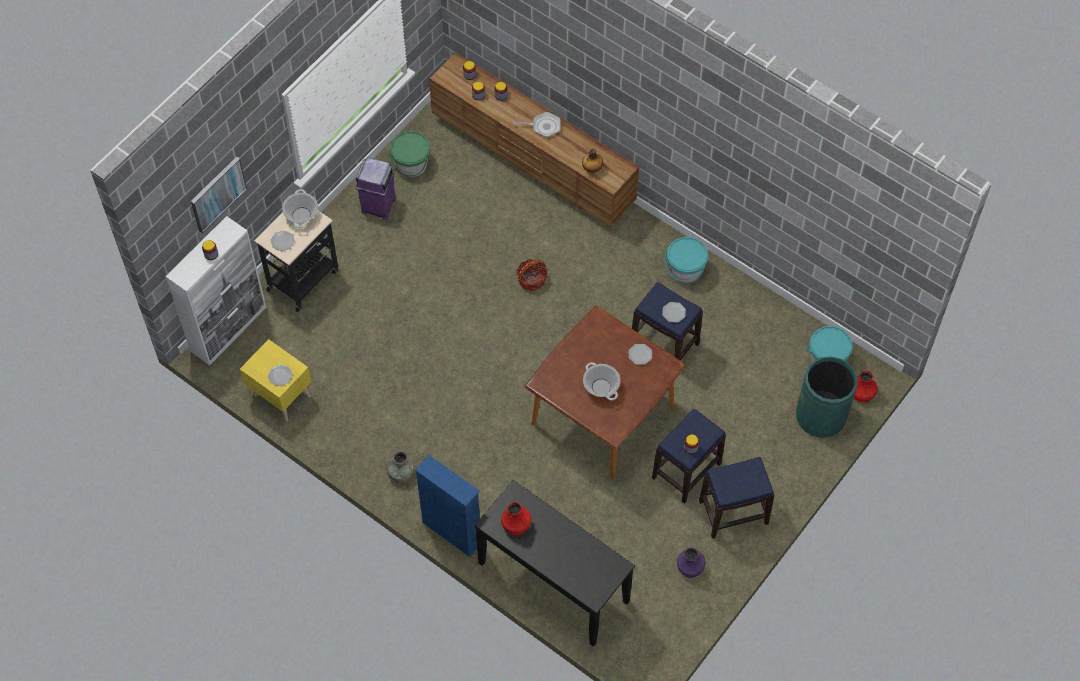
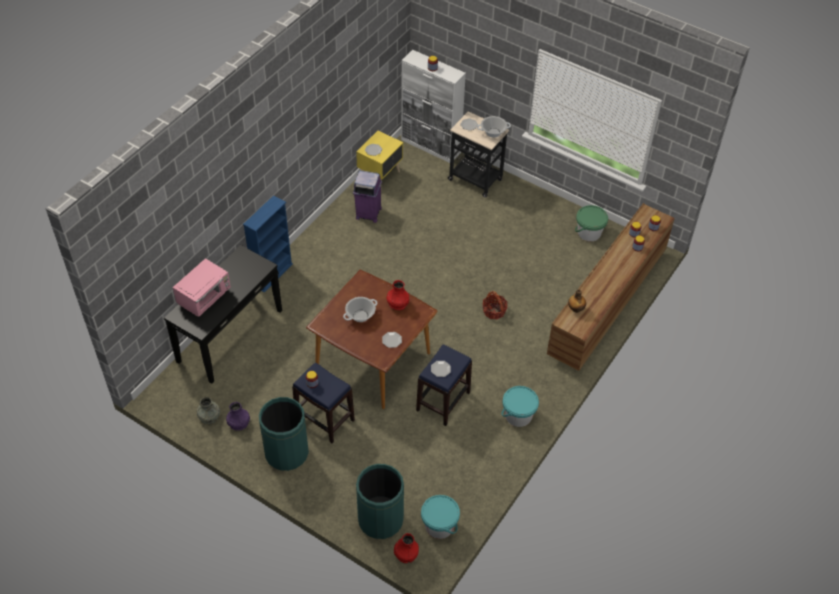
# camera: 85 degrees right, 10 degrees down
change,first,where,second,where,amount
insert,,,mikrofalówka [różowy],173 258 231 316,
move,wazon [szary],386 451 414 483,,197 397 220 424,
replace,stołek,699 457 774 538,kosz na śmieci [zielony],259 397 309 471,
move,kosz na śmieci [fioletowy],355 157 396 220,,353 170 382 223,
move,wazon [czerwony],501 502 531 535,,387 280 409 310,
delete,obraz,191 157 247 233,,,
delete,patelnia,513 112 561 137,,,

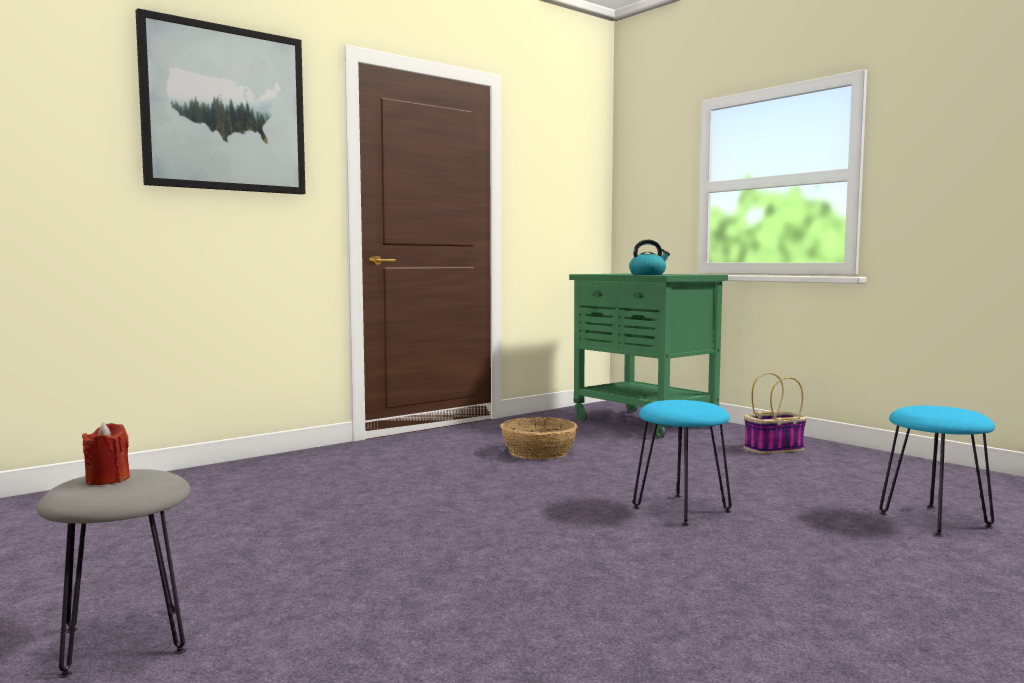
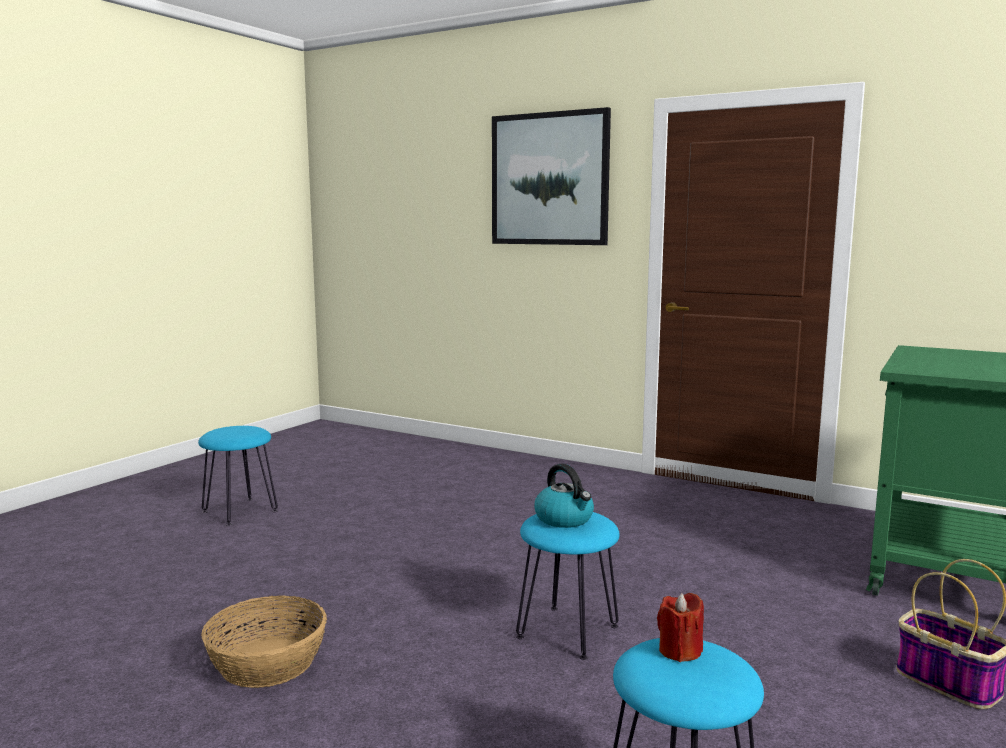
# camera: 70 degrees right, 5 degrees up
change,first,where,second,where,amount
recolor,stołek [szary],37 469 191 678,stołek [turkusowy],198 426 278 526,
move,koszyk,500 417 578 460,,201 595 327 688,
move,czajnik,629 240 670 275,,534 464 594 528,
move,świeca [czerwony],82 422 130 485,,657 593 704 662,

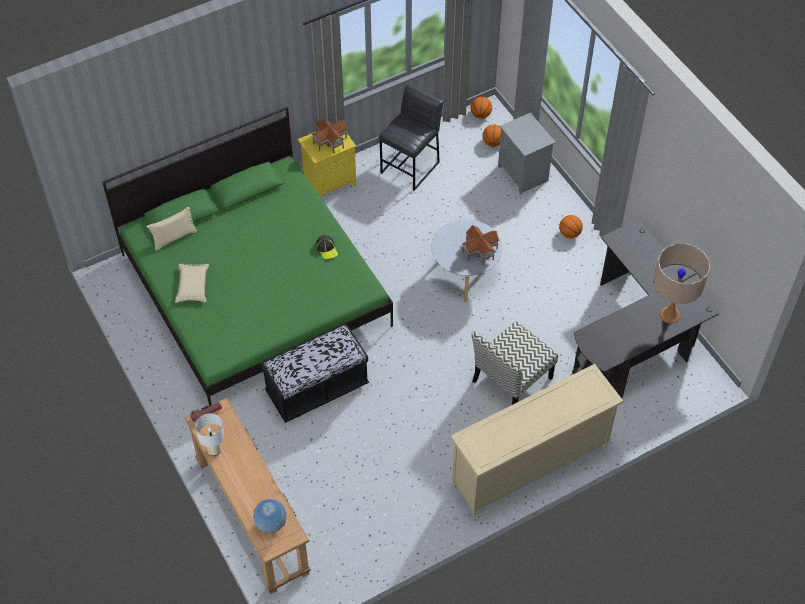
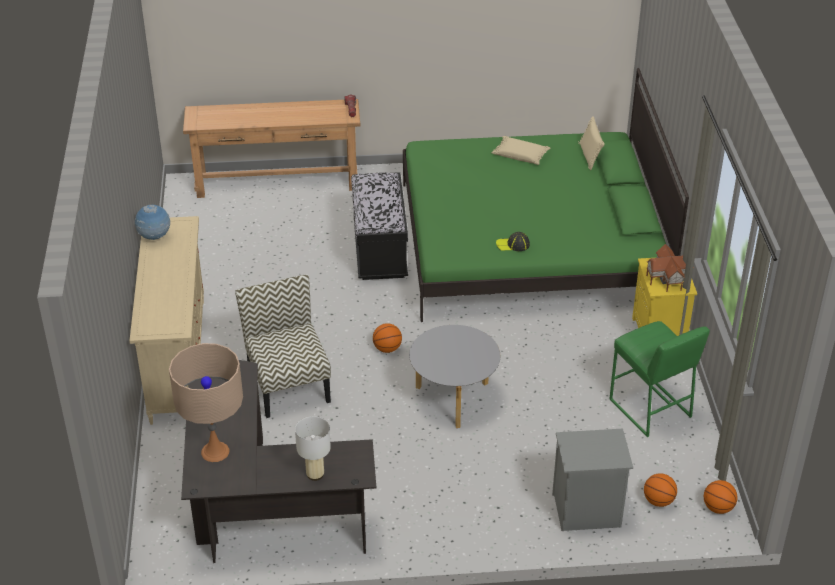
# camera: 115 degrees right, 15 degrees down
change,first,where,second,where,amount
move,globus,253 499 287 533,,135 205 170 240,
move,lampa stołowa [biały],195 413 224 456,,295 416 330 481,
move,piłka do koszykówki,559 215 583 238,,373 323 402 353,
recolor,stołek [szary],379 84 443 191,stołek [zielony],609 321 710 437,
delete,domek,462 225 499 265,,,

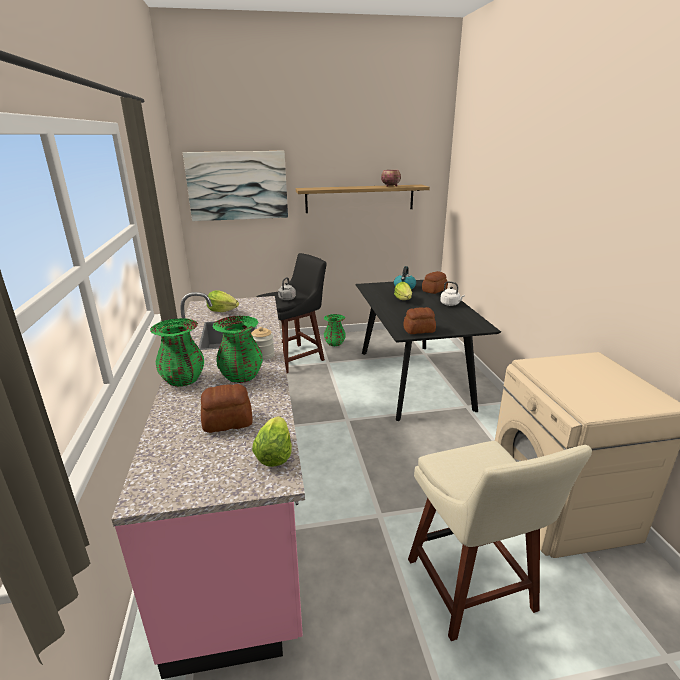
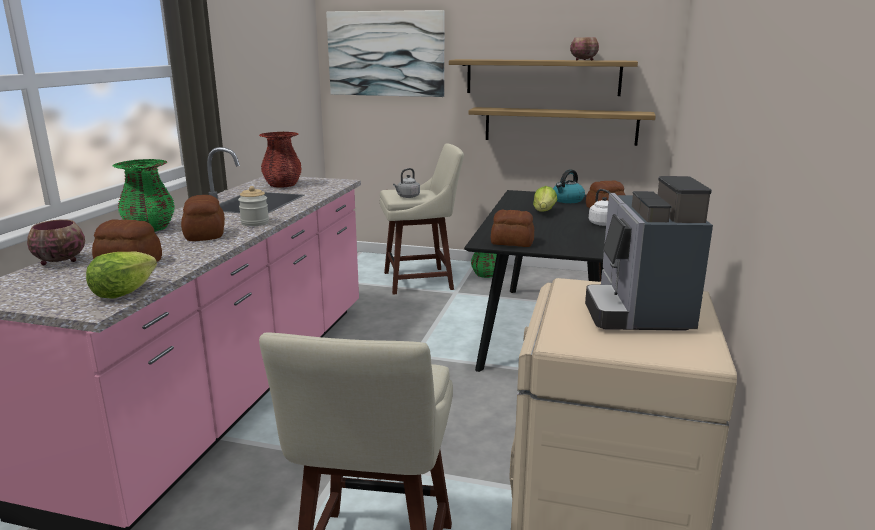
# camera: 25 degrees right, 5 degrees down
change,first,where,second,where,amount
insert,,,miska,27 219 85 265,
replace,wazon [zielony],212 316 263 383,chleb,181 195 225 241,
replace,sałata,206 290 239 312,wazon [czerwony],259 132 302 188,
recolor,stołek [czarny],256 253 326 373,stołek [beżowy],380 143 464 295,
insert,,,półka,468 107 656 146,
insert,,,ekspres do kawy,585 176 713 331,

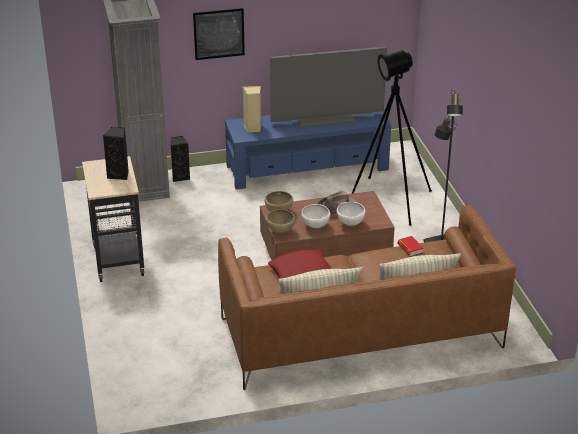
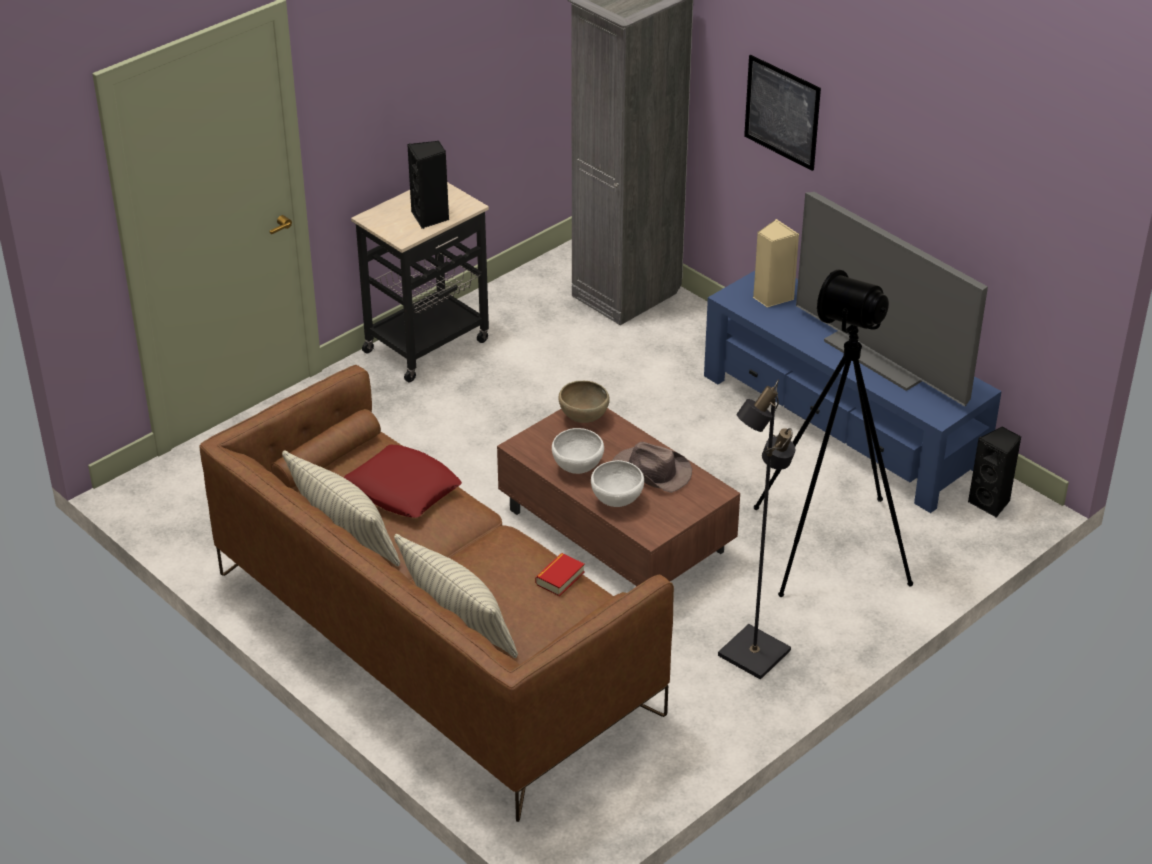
# camera: 60 degrees right, 5 degrees up
change,first,where,second,where,amount
move,głośnik [czarny],171 136 190 182,,968 426 1021 518,
delete,miska [brązowy],266 209 295 233,,,

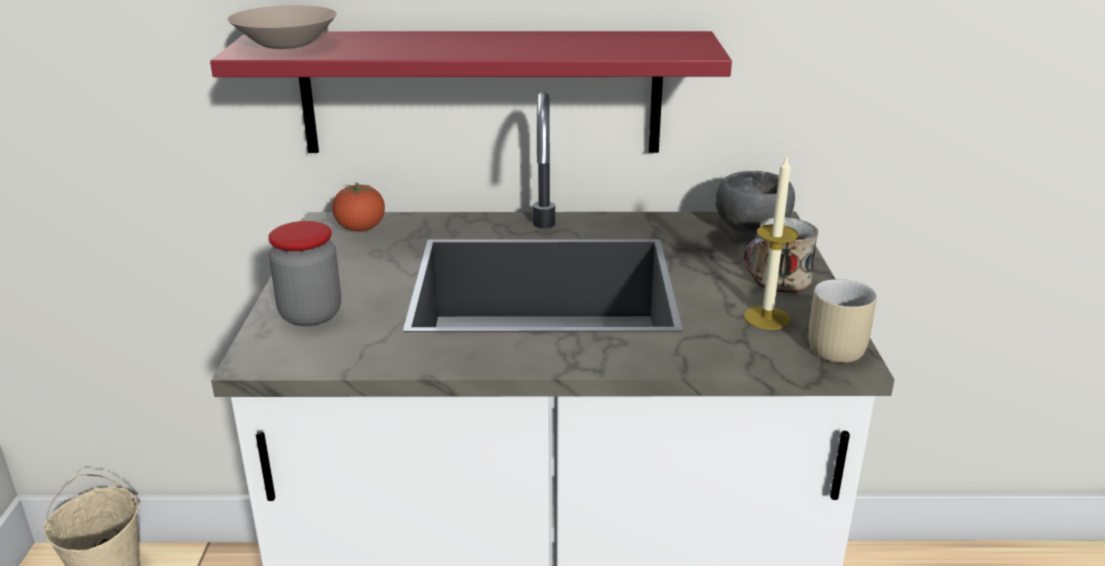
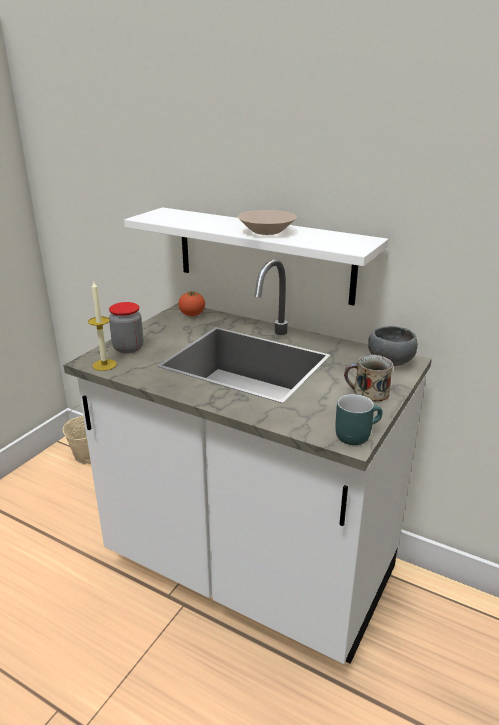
# camera: 30 degrees right, 0 degrees up
change,first,where,second,where,amount
move,świeca,744 154 798 330,,88 280 117 371,
recolor,półka [czerwony],210 31 732 153,półka [biały],124 207 388 306,
move,miska [beżowy],227 5 337 49,,238 210 297 235,
recolor,kubek [beżowy],808 279 877 363,kubek [turkusowy],335 394 383 445,

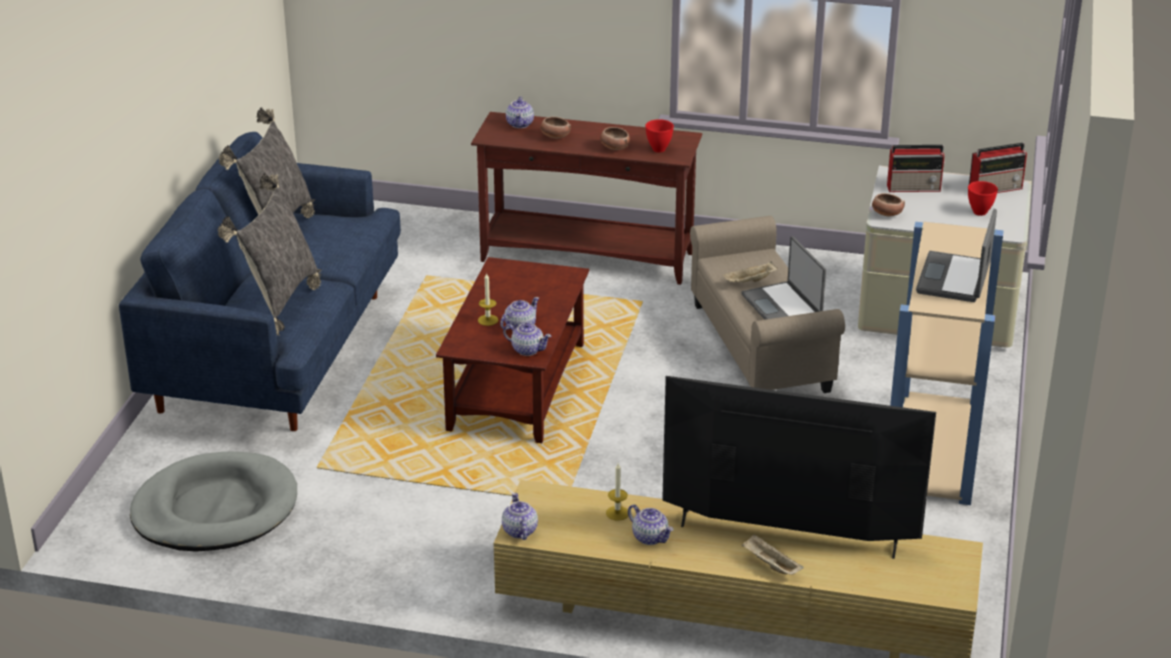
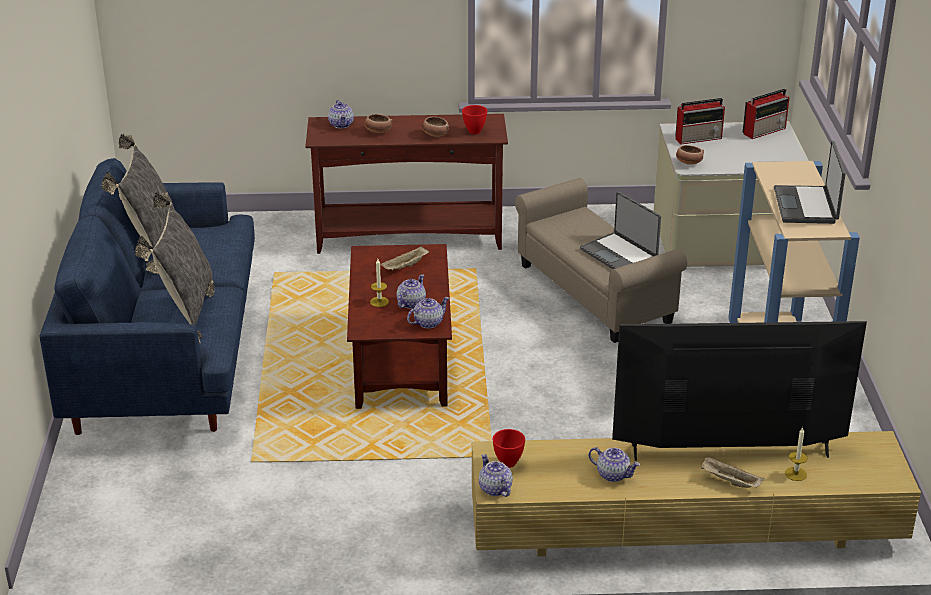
# camera: 15 degrees left, 0 degrees up
change,first,where,second,where,amount
move,taca [beżowy],723 261 778 283,,381 246 429 270,
rotate,imbryk,503 323 551 356,,407 297 449 328,45 degrees counterclockwise
move,miska [czerwony],968 181 998 216,,493 429 525 468,
move,świeca,606 463 628 521,,785 427 808 481,
delete,legowisko [szary],130 451 297 552,,,

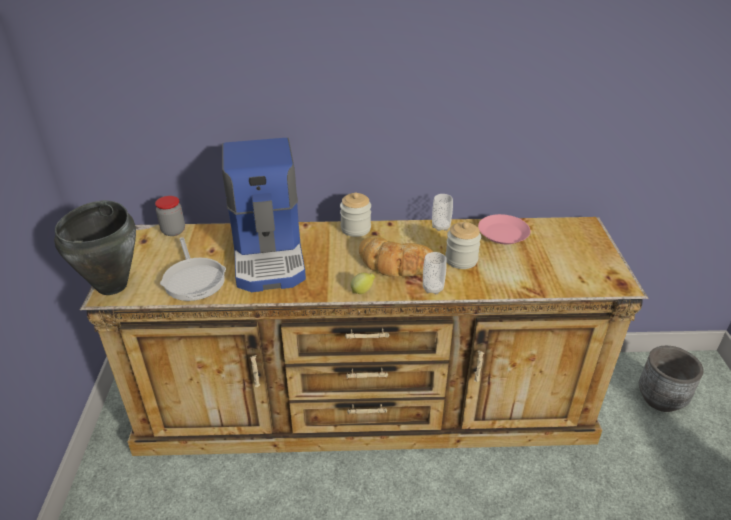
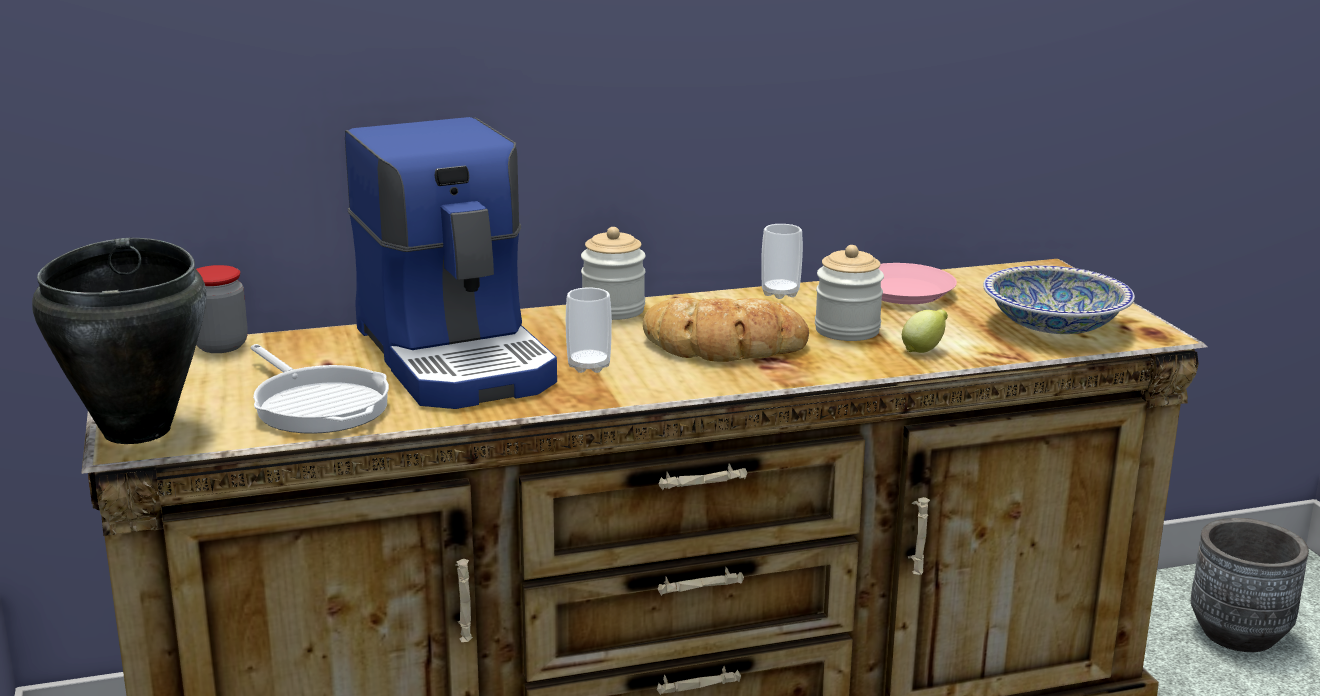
# camera: 15 degrees left, 15 degrees down
change,first,where,second,where,amount
move,filiżanka,423 252 447 294,,566 287 612 373,
move,cytryna,350 273 375 294,,902 309 948 353,
insert,,,miska,983 265 1135 334,

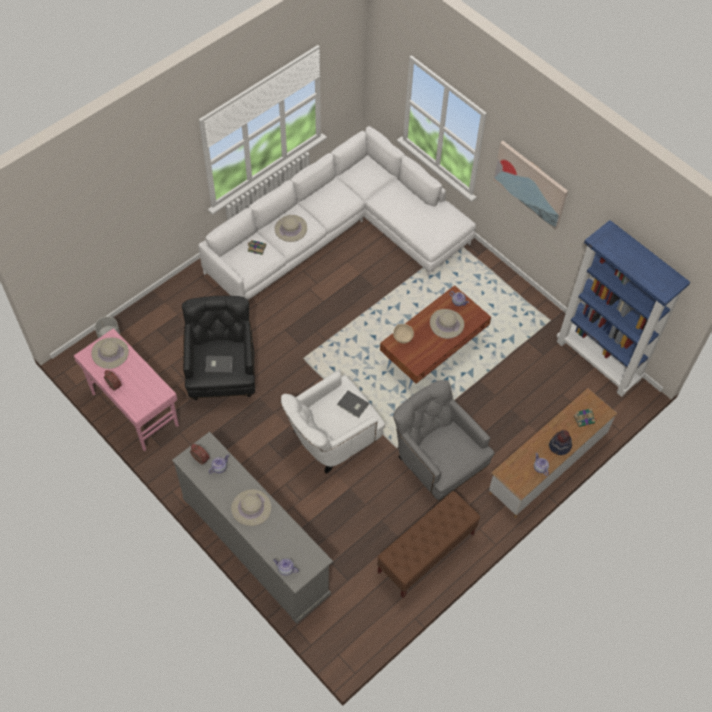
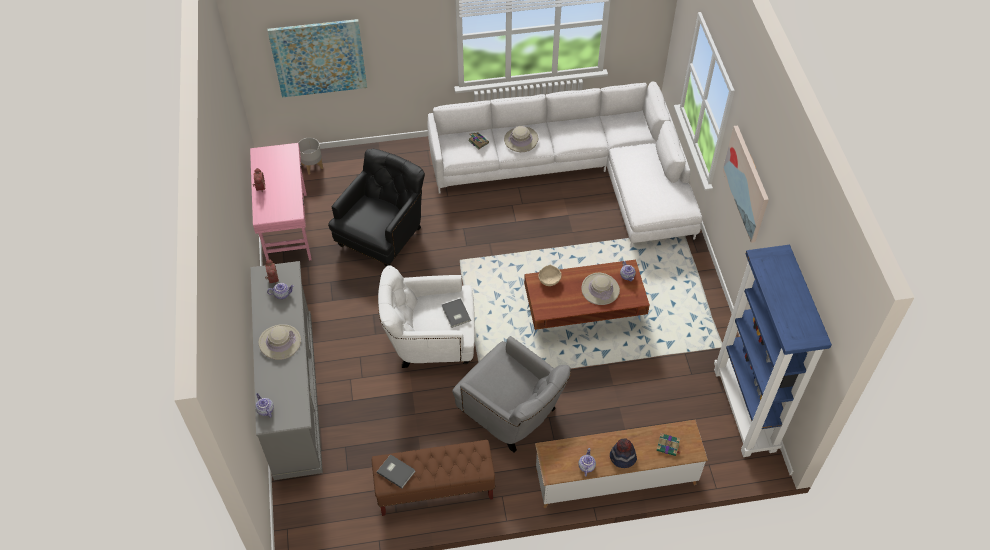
# camera: 35 degrees right, 5 degrees down
change,first,where,second,where,amount
insert,,,obraz,268 19 367 98,
move,książka [szary],205 356 233 374,,377 454 416 489,
rotate,fotel [szary],393 380 495 500,,452 336 571 452,135 degrees clockwise
delete,kapelusz [beżowy],91 338 129 369,,,

